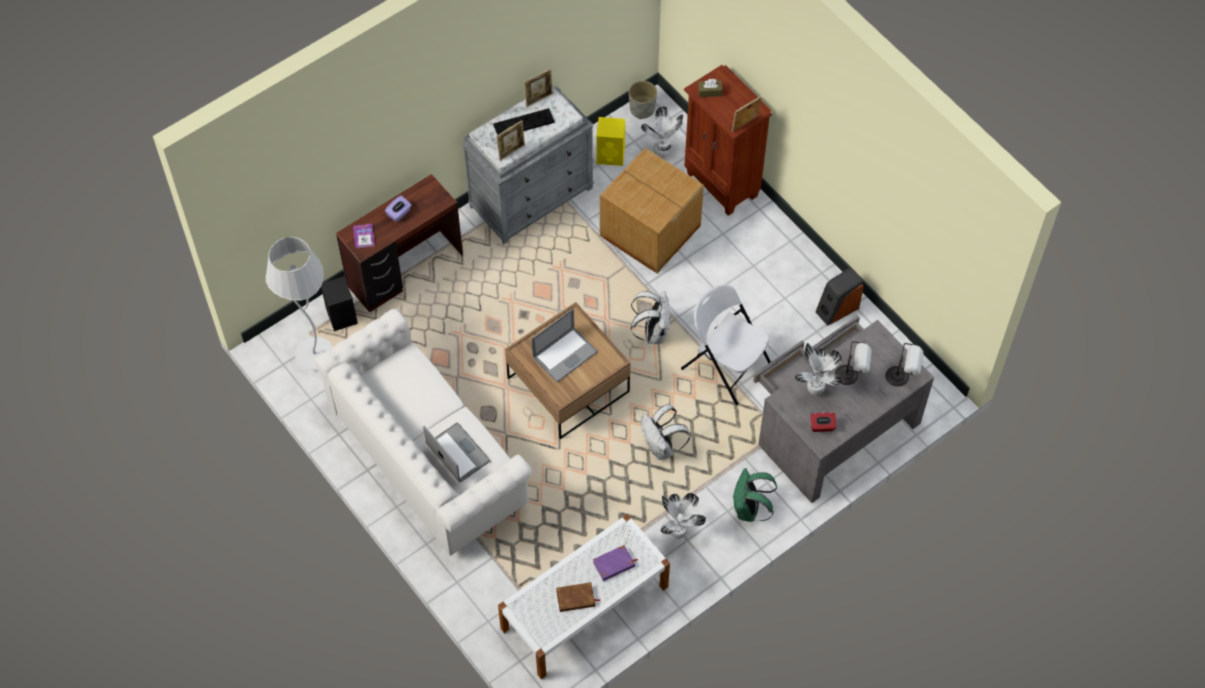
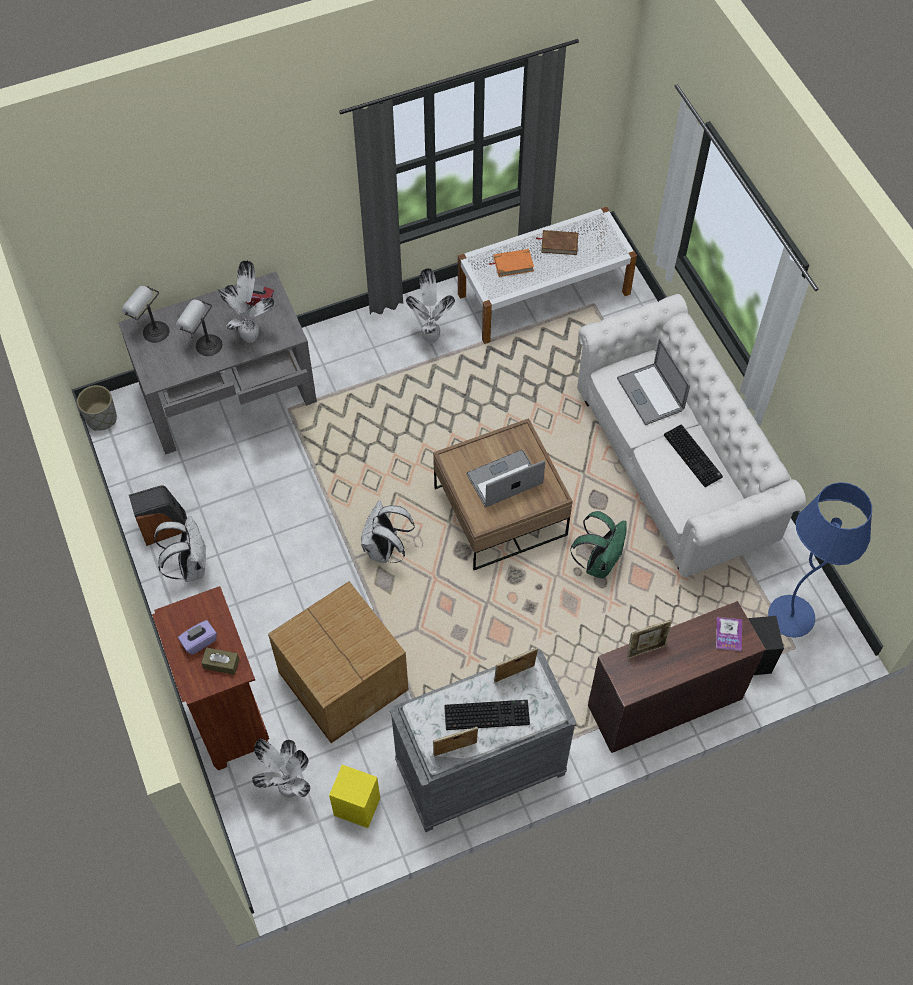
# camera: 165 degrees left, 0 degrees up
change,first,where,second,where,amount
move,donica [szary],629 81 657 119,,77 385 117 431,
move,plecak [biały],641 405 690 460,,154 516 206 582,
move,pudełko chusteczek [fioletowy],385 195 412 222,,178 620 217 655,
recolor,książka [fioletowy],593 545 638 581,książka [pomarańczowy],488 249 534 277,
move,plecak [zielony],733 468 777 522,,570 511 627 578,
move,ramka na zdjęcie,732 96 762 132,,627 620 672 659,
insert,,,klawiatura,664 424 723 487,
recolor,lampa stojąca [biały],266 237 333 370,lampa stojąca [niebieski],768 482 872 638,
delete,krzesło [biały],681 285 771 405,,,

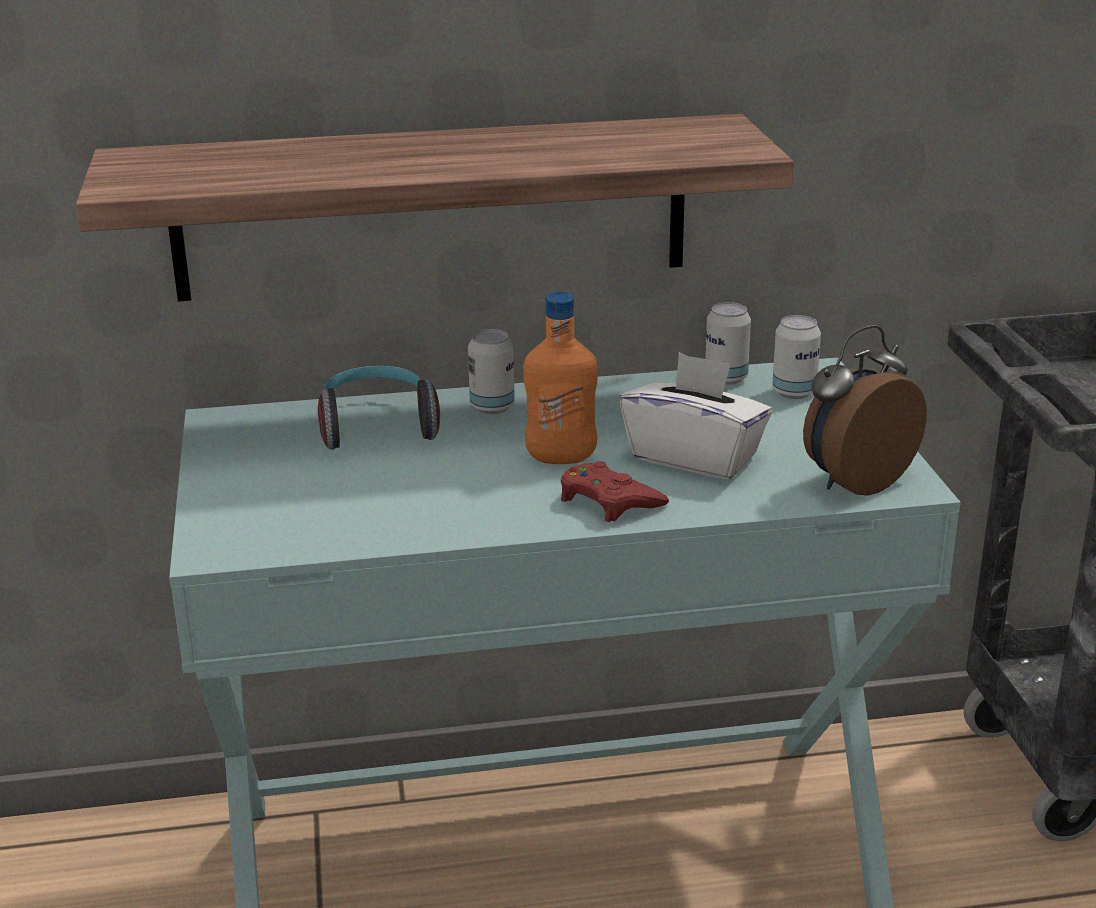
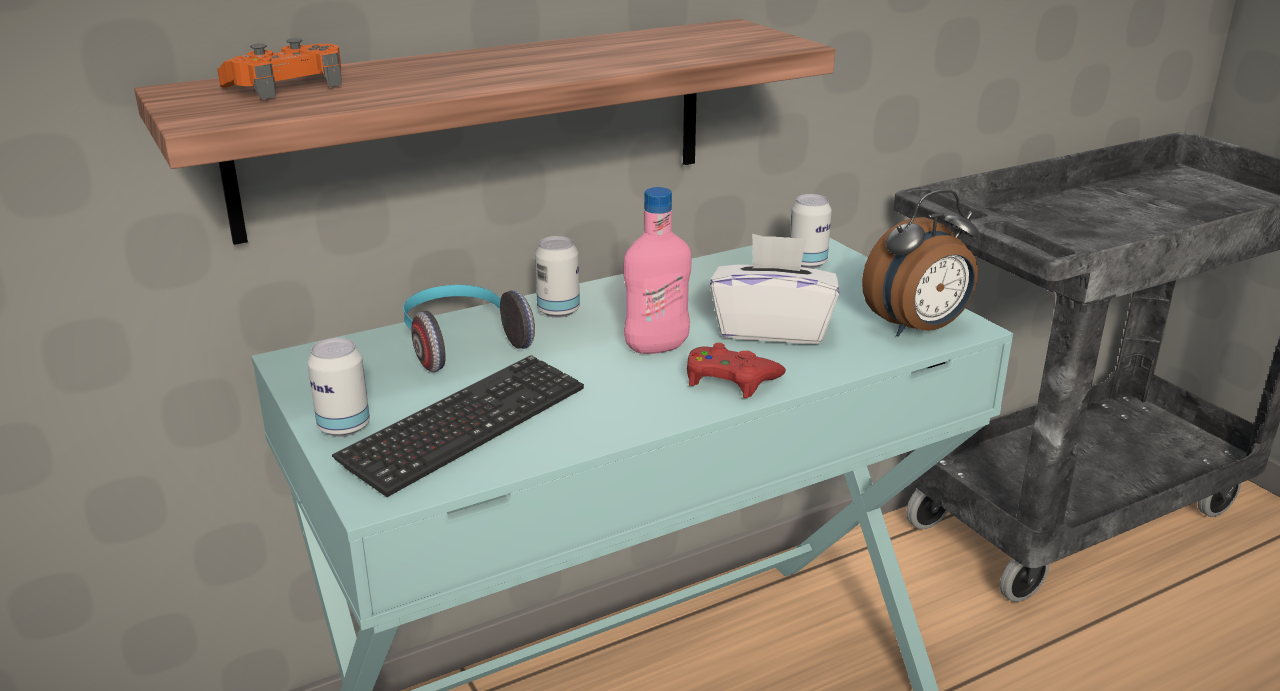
# camera: 20 degrees left, 0 degrees up
change,first,where,second,where,amount
insert,,,pad do gier [pomarańczowy],217 38 342 100,
move,puszka,705 302 751 385,,307 338 370 437,
insert,,,klawiatura,332 355 584 497,
recolor,butelka [pomarańczowy],523 292 598 464,butelka [różowy],624 187 692 354,
rotate,budzik,803 325 927 496,,862 190 980 337,150 degrees counterclockwise

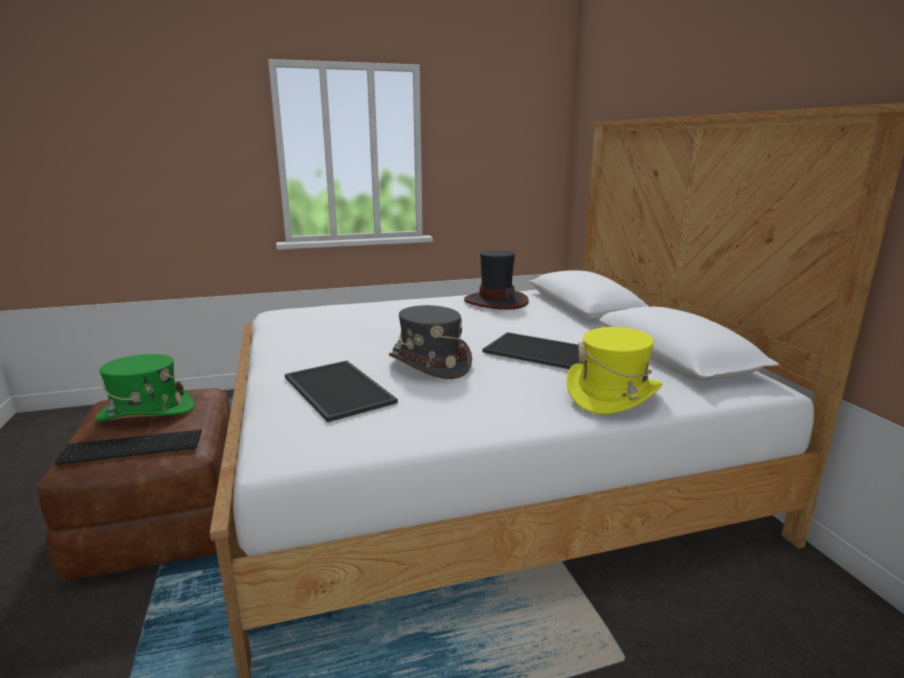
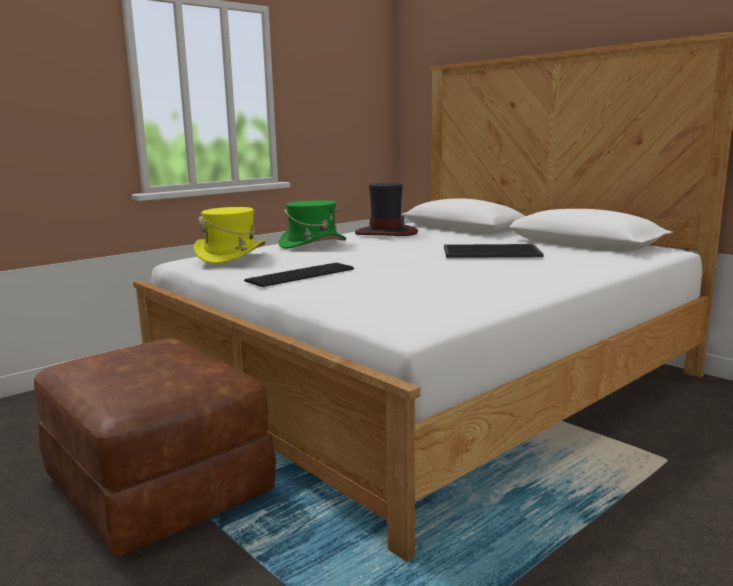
# camera: 25 degrees left, 5 degrees down
change,first,where,second,where,amount
move,kapelusz [żółty],567 327 662 414,,194 207 266 264,
move,klawiatura,55 429 202 465,,244 263 354 287,
move,kapelusz [zielony],95 354 194 421,,279 200 346 249,
delete,taca,285 361 398 422,,,
delete,kapelusz [szary],389 305 472 379,,,

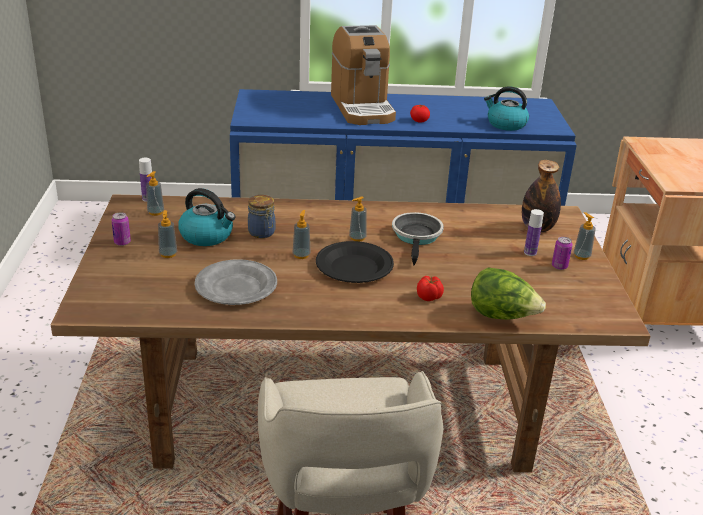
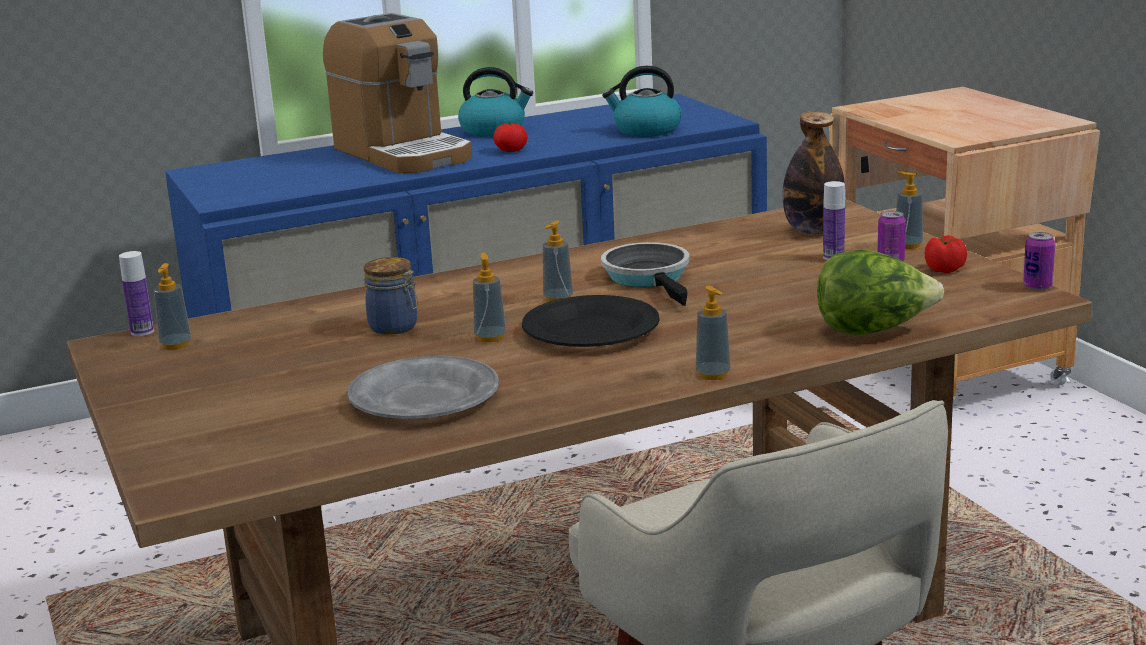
# camera: 20 degrees left, 10 degrees down
change,first,where,second,where,amount
move,czajnik,178 188 235 246,,458 67 533 137,
move,dozownik mydła,158 210 177 258,,696 286 731 380,
move,pomidor,417 276 444 301,,925 235 967 273,
move,puszka,111 212 131 246,,1023 232 1055 290,

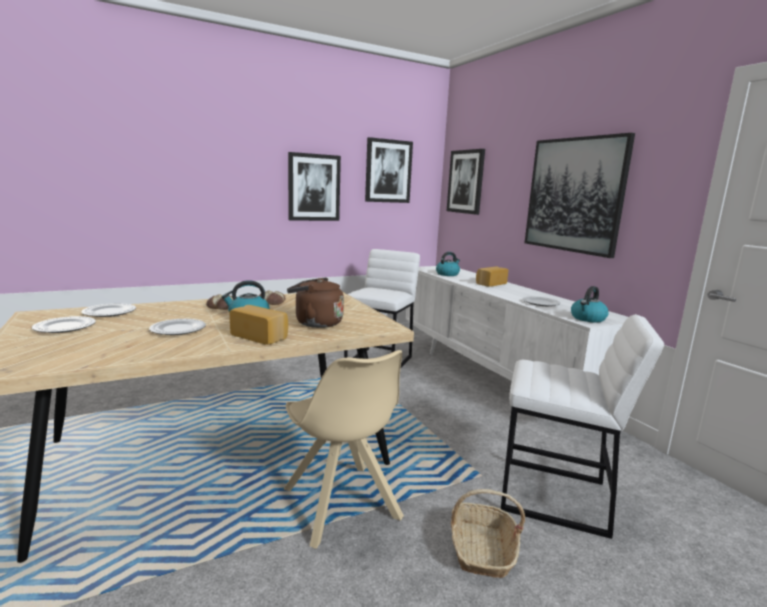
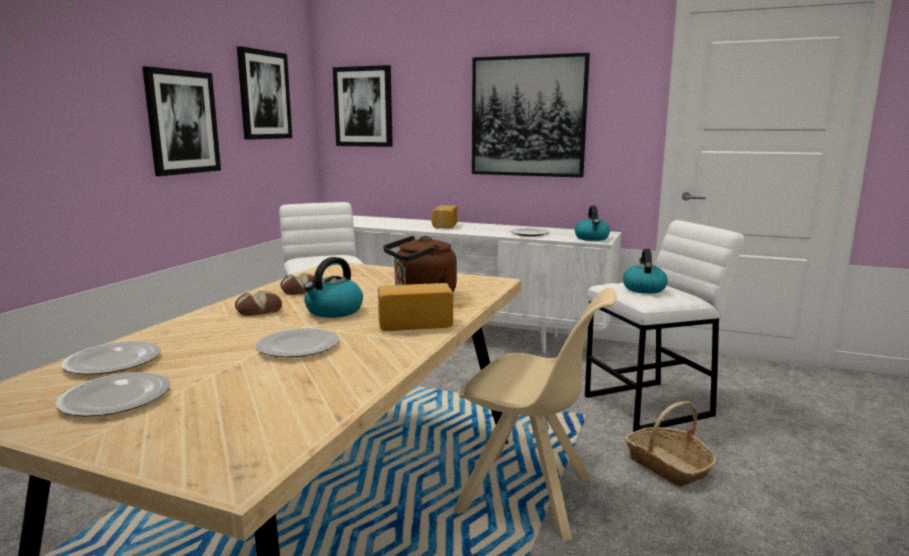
# camera: 40 degrees left, 0 degrees up
change,first,where,second,where,amount
move,czajnik,436 252 460 276,,623 249 668 294,

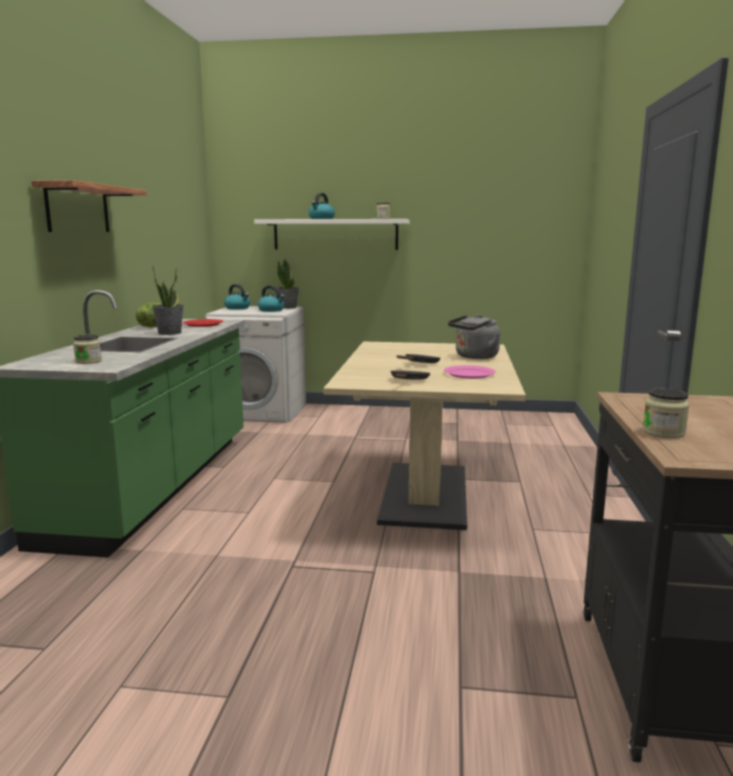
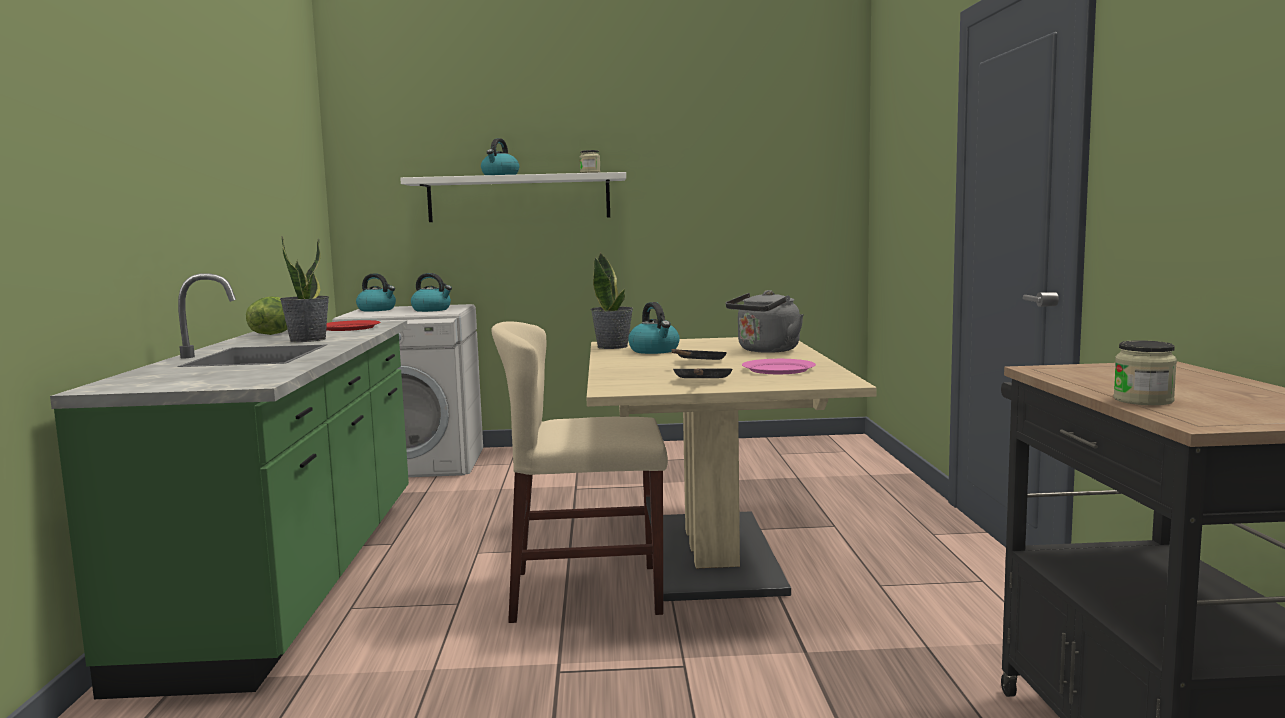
# camera: 10 degrees left, 5 degrees down
change,first,where,second,where,amount
insert,,,krzesło [beżowy],491 322 668 623,
move,roślina doniczkowa,277 259 299 309,,590 253 633 349,
insert,,,czajnik,628 302 680 354,
delete,półka,31 180 147 232,,,
delete,słoik,73 334 102 364,,,

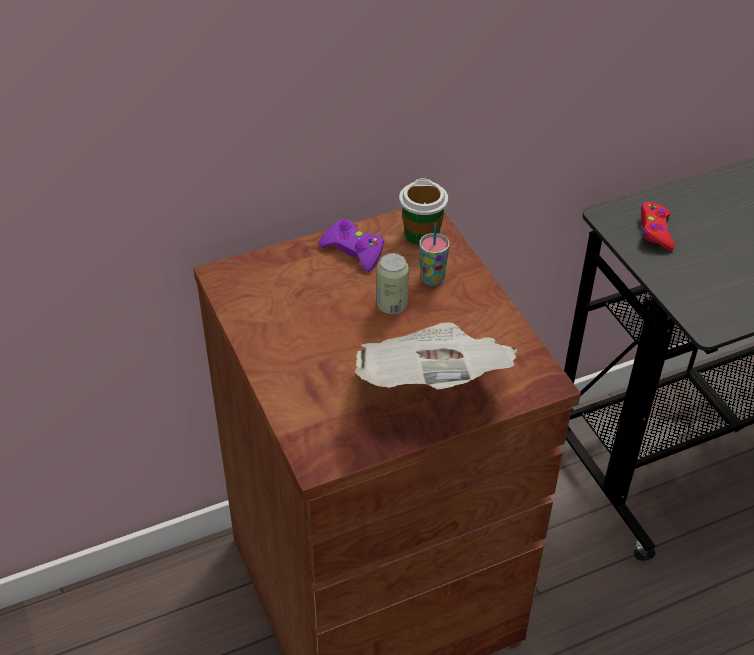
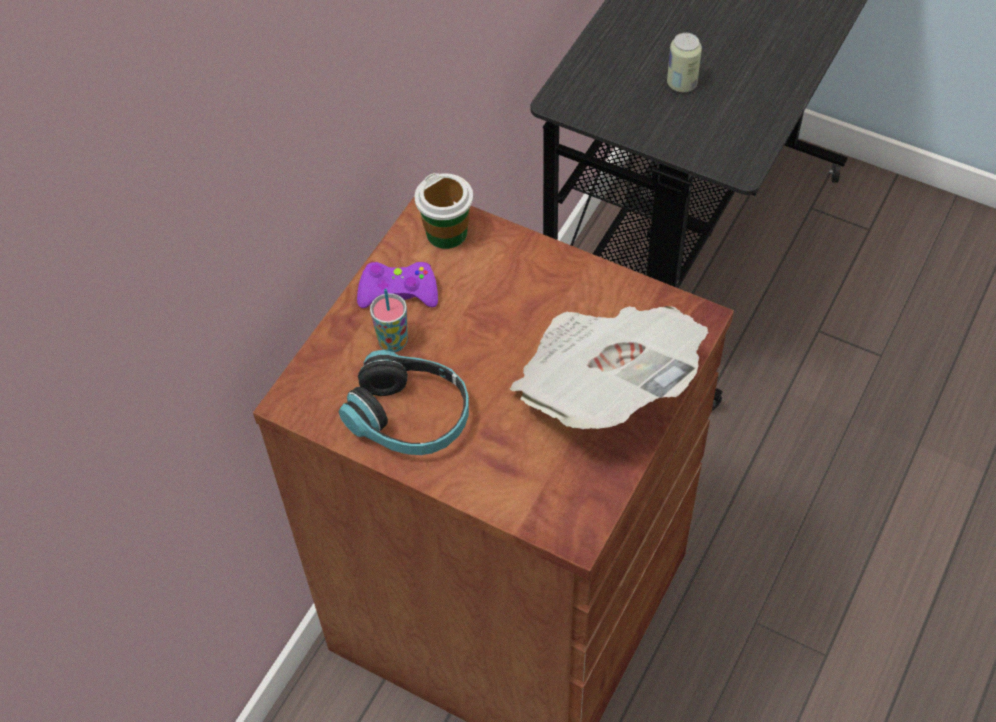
# camera: 35 degrees left, 10 degrees up
change,first,where,second,where,amount
insert,,,słuchawki,339 350 469 455,
move,filiżanka,419 223 450 286,,370 289 408 352,
move,puszka,377 253 409 314,,667 33 702 92,
delete,pad do gier [czerwony],641 202 675 250,,,

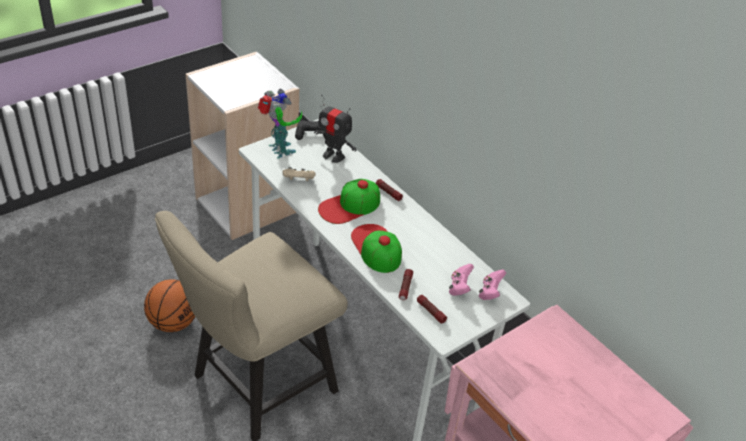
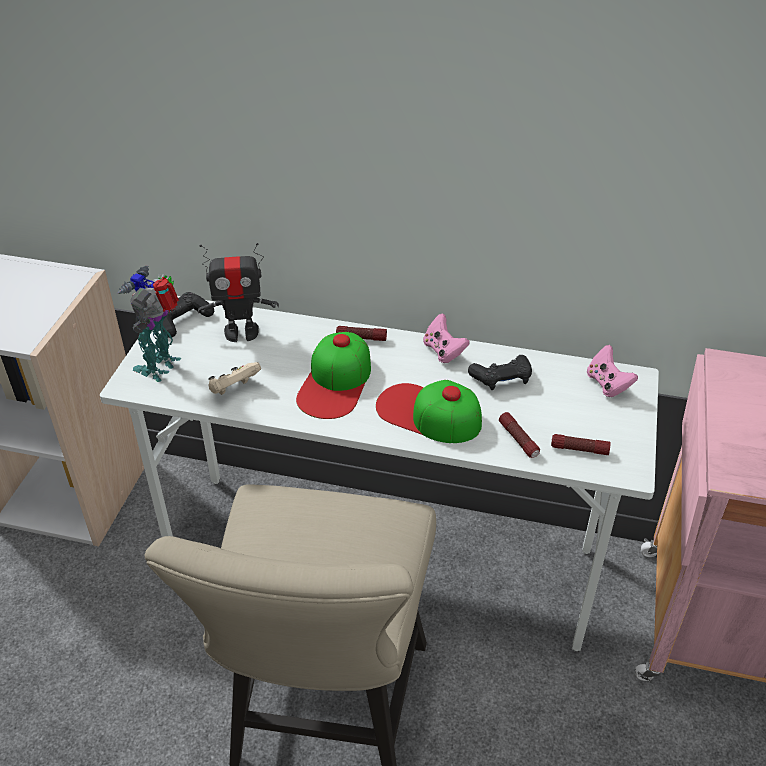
# camera: 35 degrees left, 0 degrees up
change,first,where,second,where,amount
rotate,robot zabawkowy,258 89 302 159,,117 266 181 382,90 degrees counterclockwise
move,pad do gier [różowy],449 264 474 296,,423 313 469 363,
insert,,,pad do gier [czarny],468 355 532 390,
delete,piłka do koszykówki,144 279 195 332,,,

